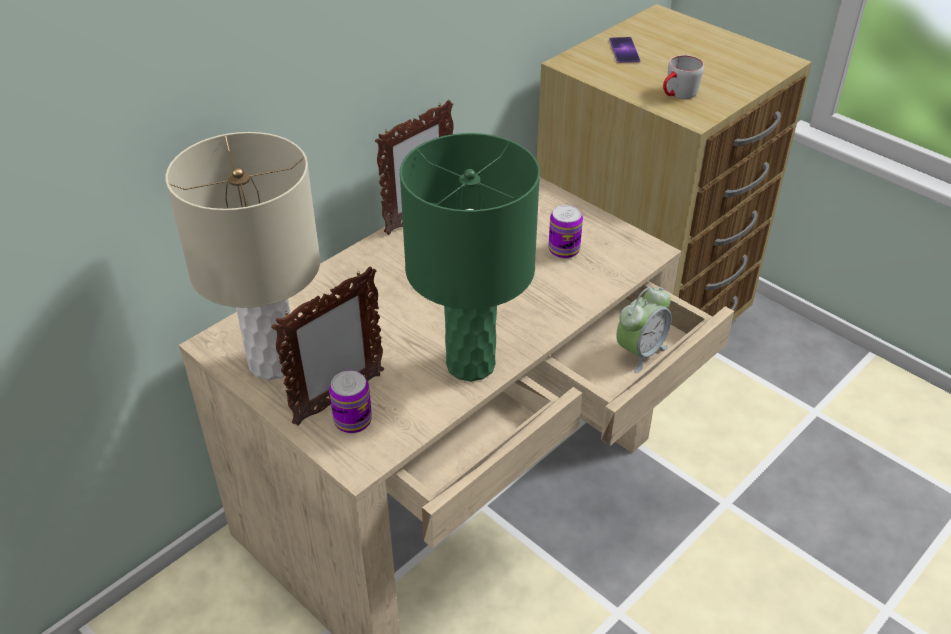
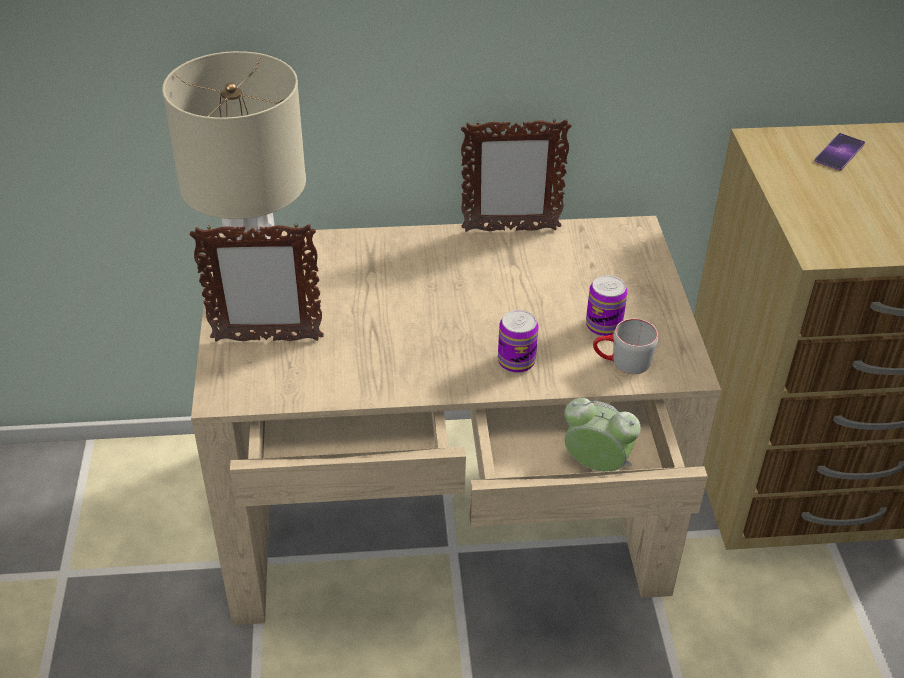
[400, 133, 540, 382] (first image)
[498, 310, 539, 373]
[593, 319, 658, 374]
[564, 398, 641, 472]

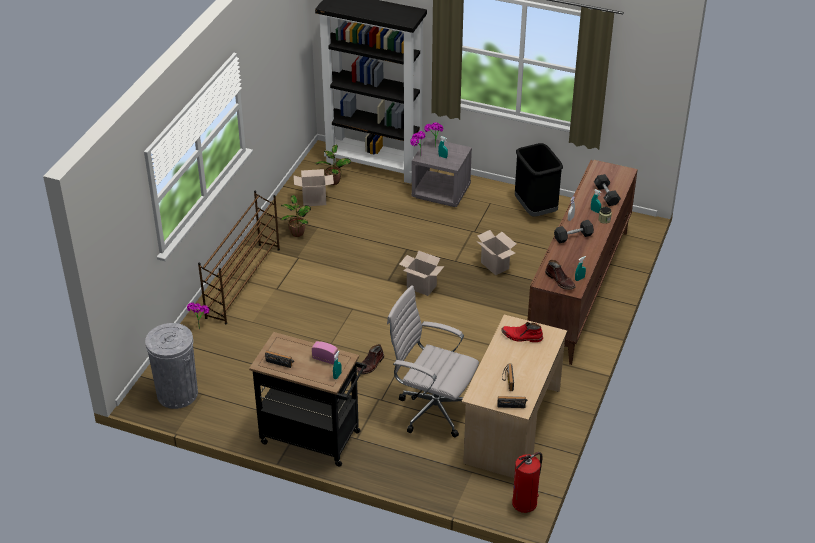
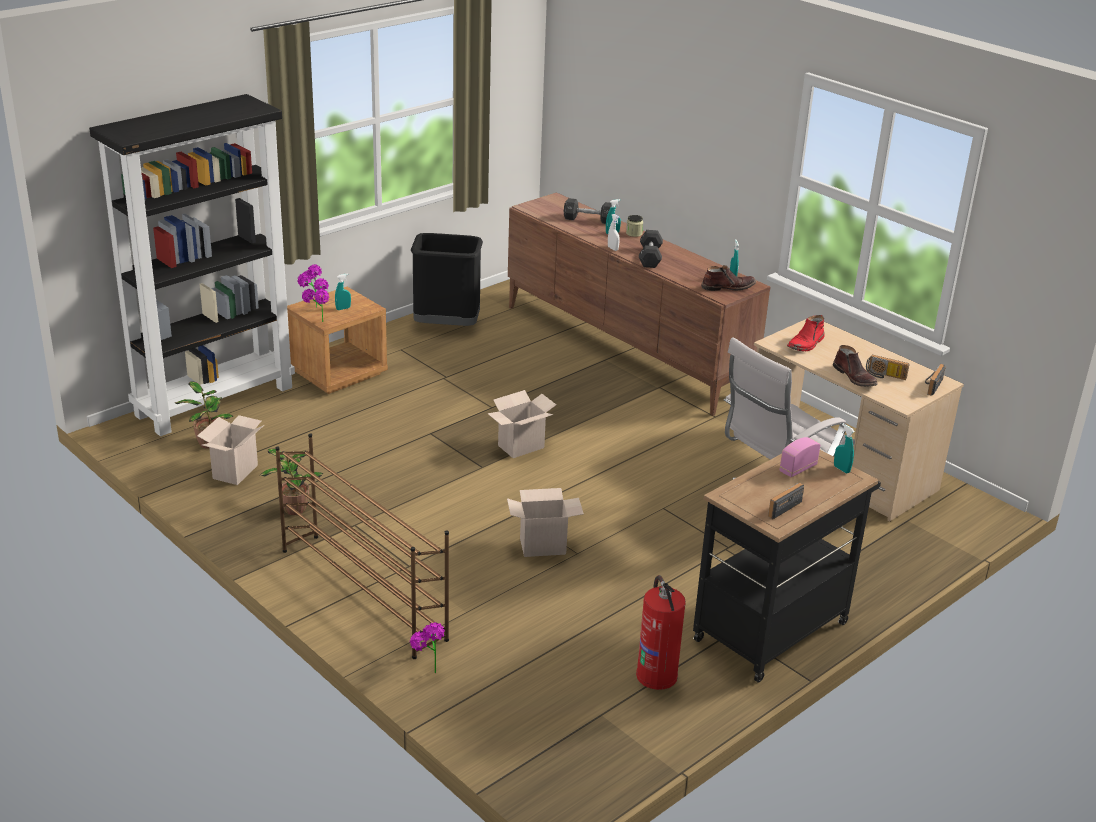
[145, 323, 198, 409] (first image)
[833, 345, 877, 387]
[507, 488, 584, 557]
[636, 575, 686, 690]
[287, 287, 388, 394]

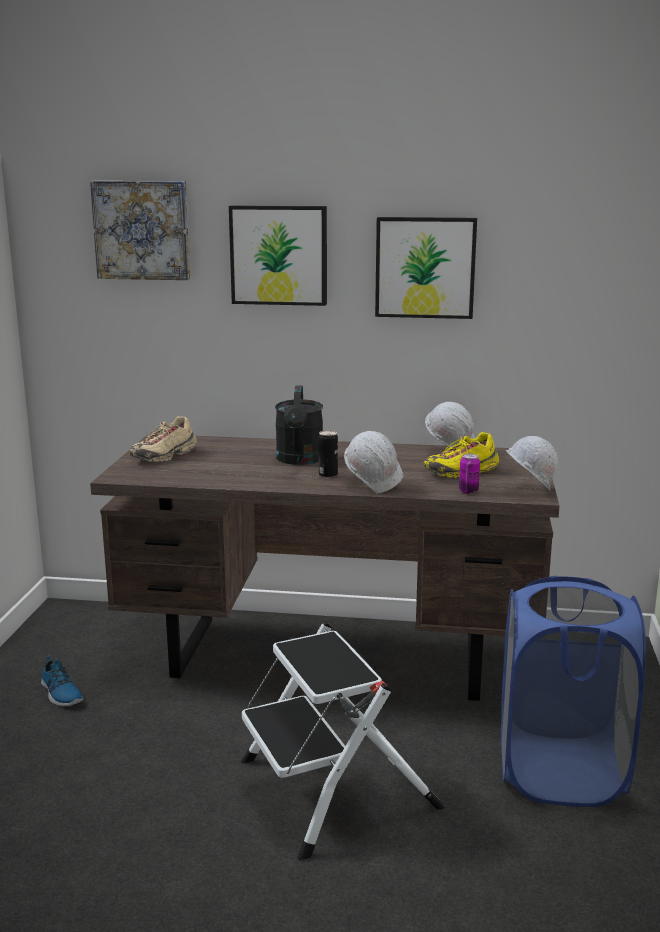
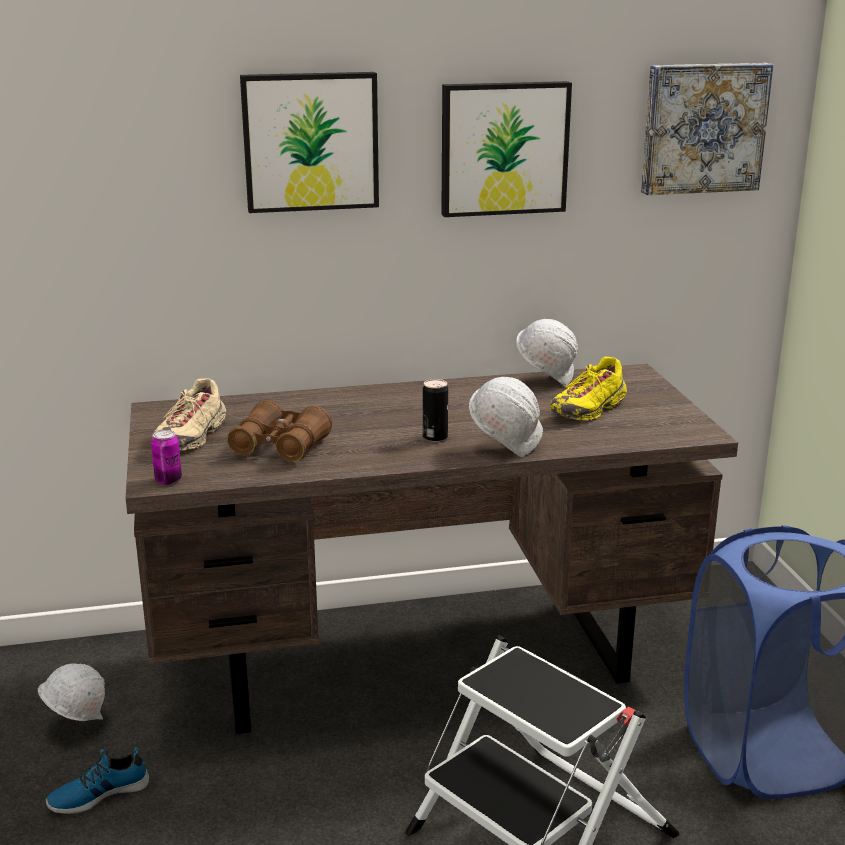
[275, 385, 323, 465] (first image)
[227, 400, 332, 462]
[641, 63, 773, 195]
[151, 430, 182, 485]
[38, 664, 105, 721]
[46, 747, 149, 814]

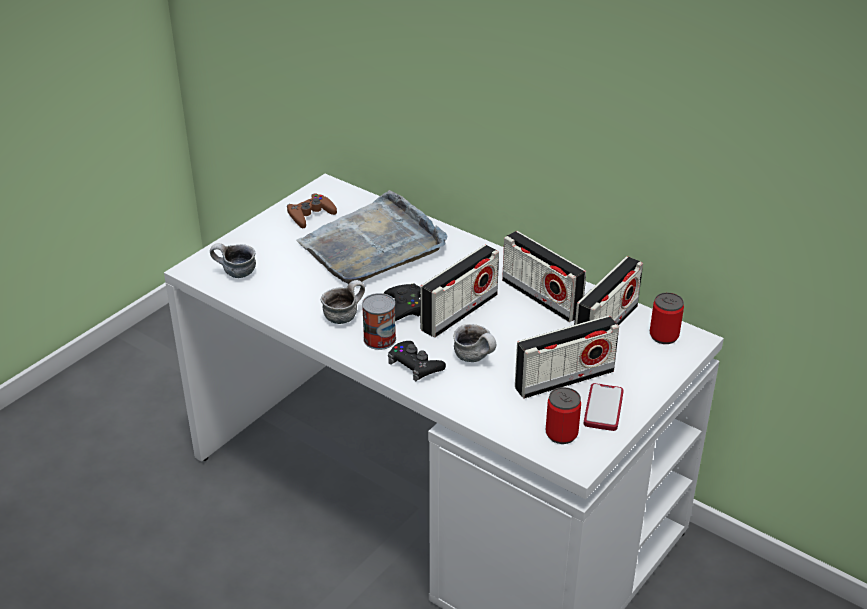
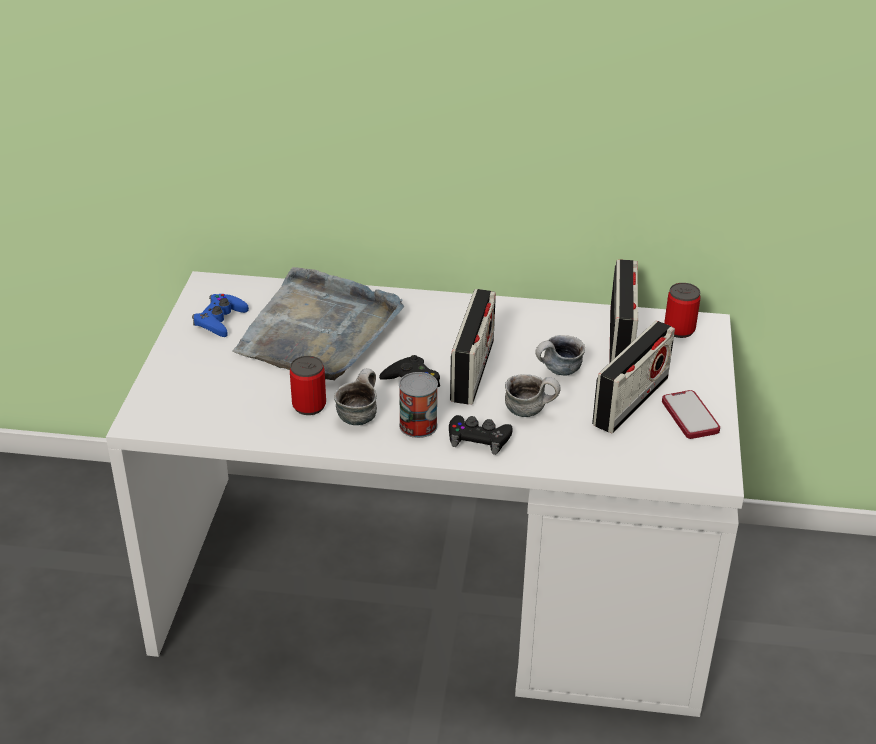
[502, 231, 586, 322] (first image)
[535, 335, 585, 375]
[290, 356, 326, 415]
[192, 294, 249, 337]

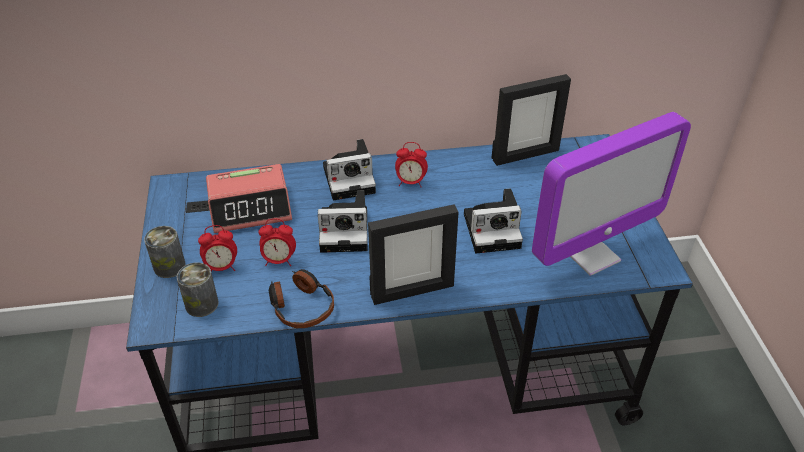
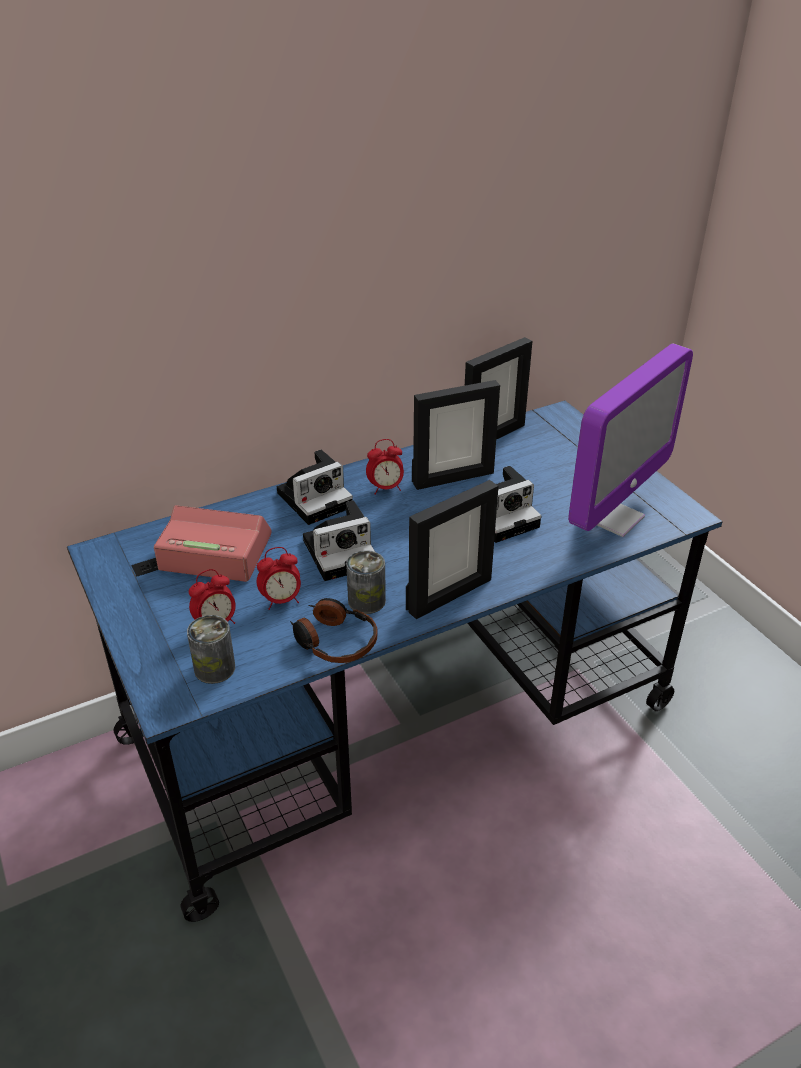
[412, 380, 500, 490]
[346, 550, 386, 614]
[154, 505, 272, 582]

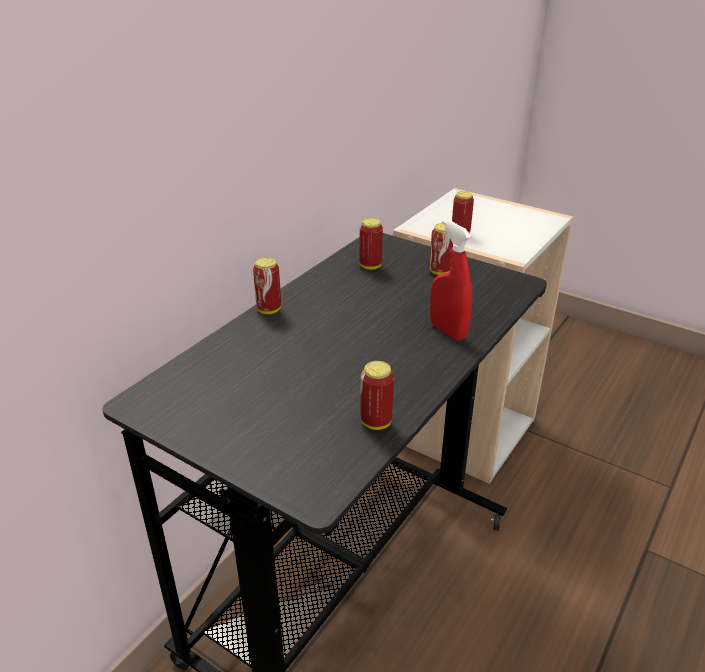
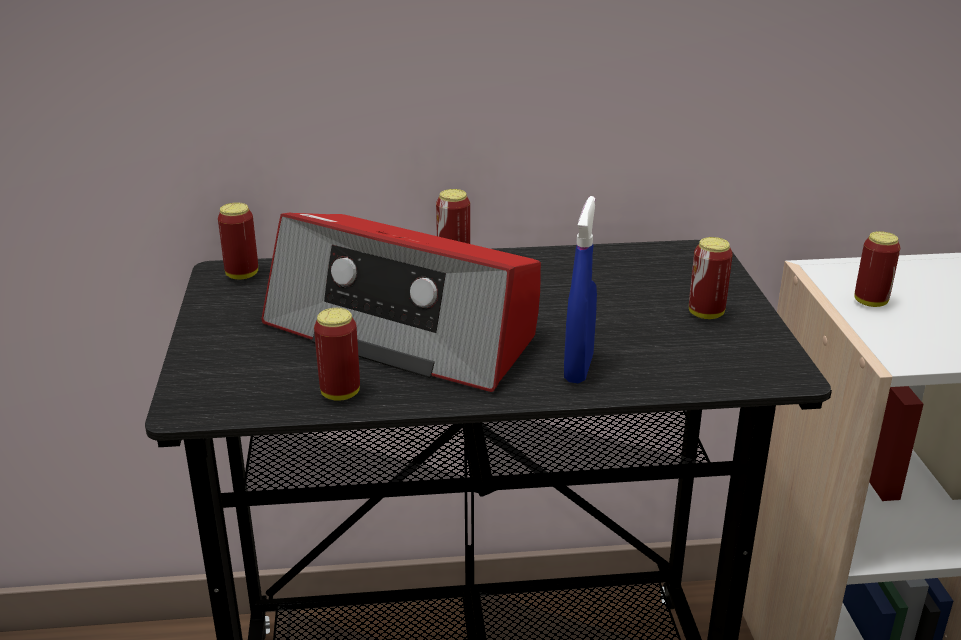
[261, 212, 541, 392]
[218, 202, 258, 279]
[564, 196, 597, 383]

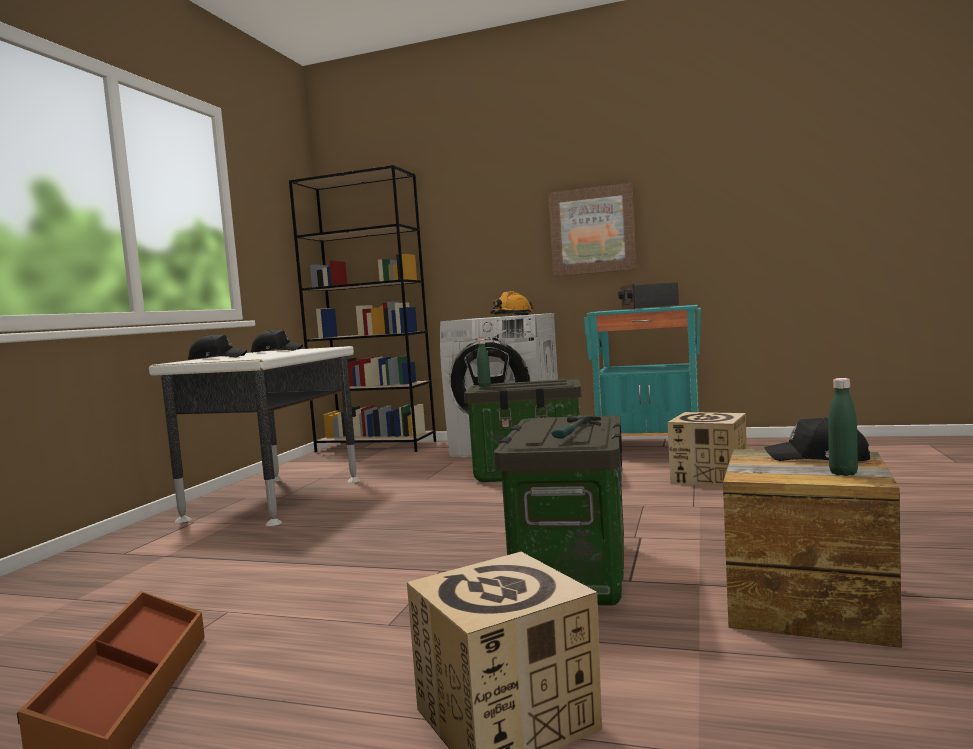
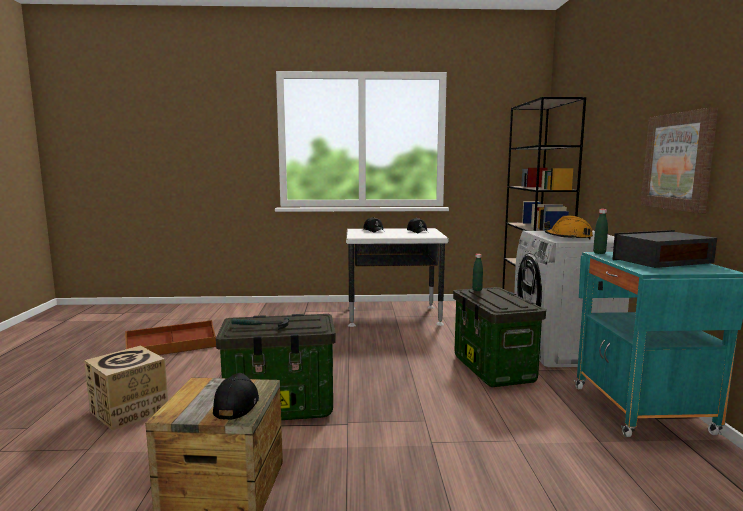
[667, 412, 747, 487] (first image)
[593, 209, 608, 254]

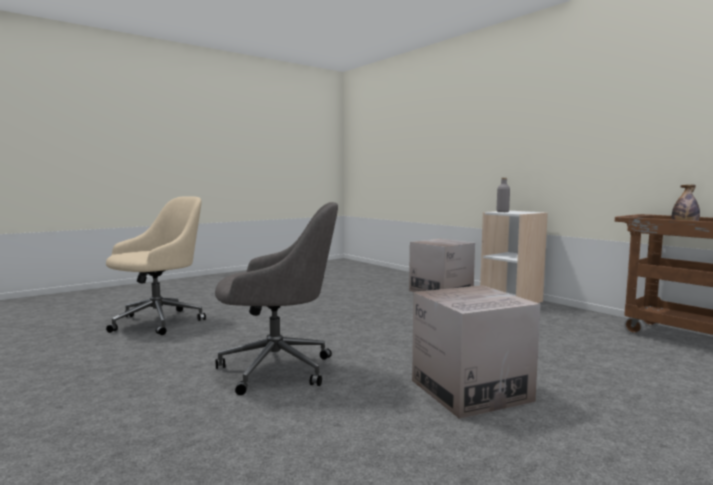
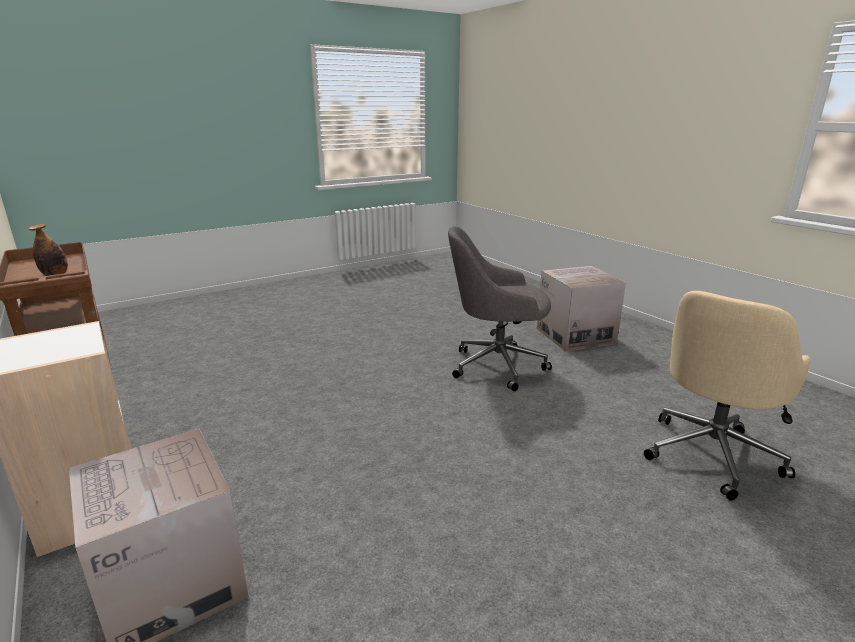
[497, 178, 510, 212] (first image)
[537, 266, 626, 352]

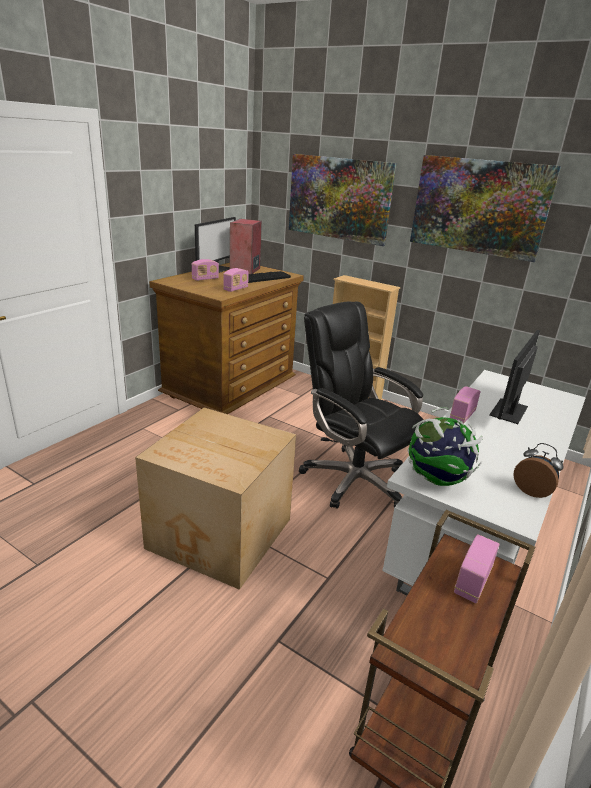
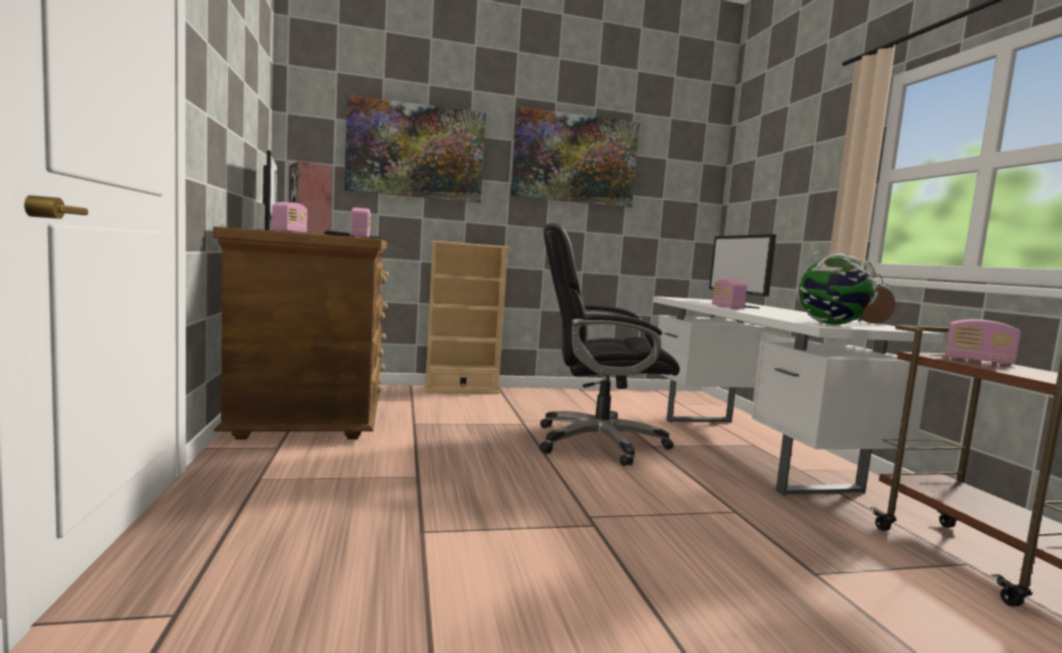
[135, 407, 296, 590] (first image)
[945, 319, 1021, 365]

